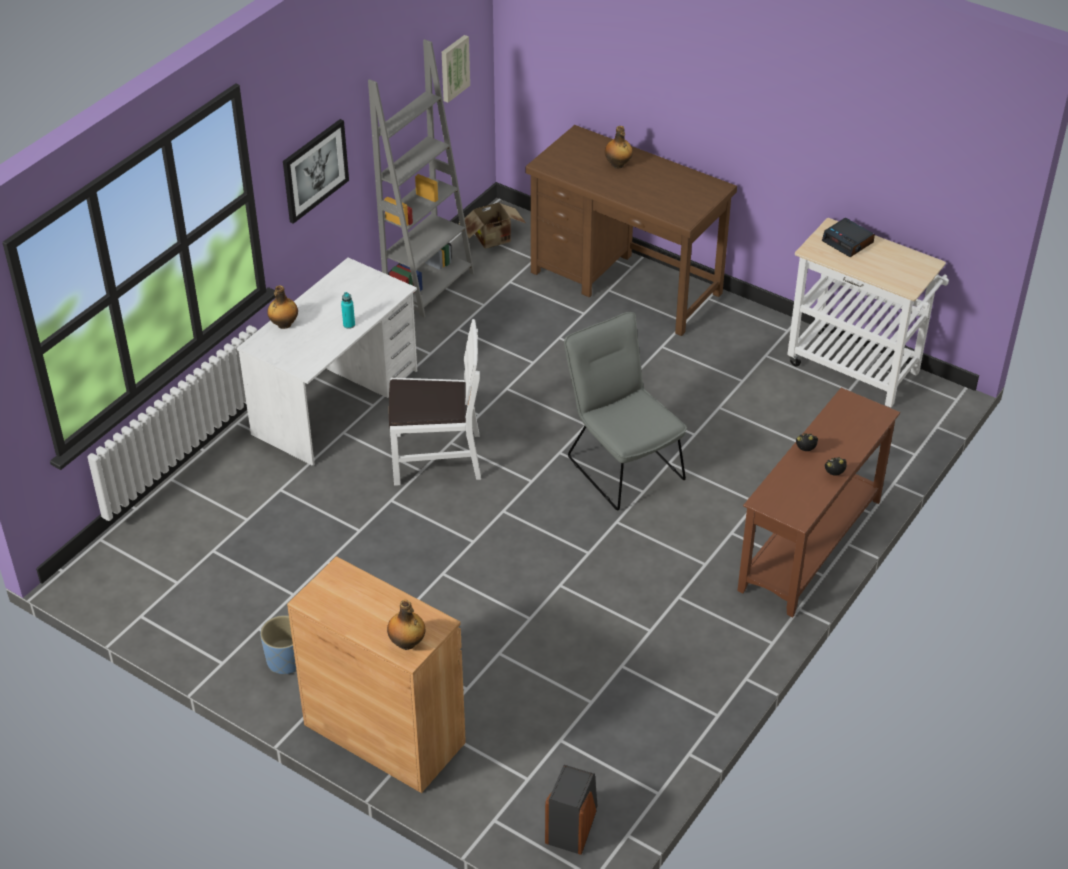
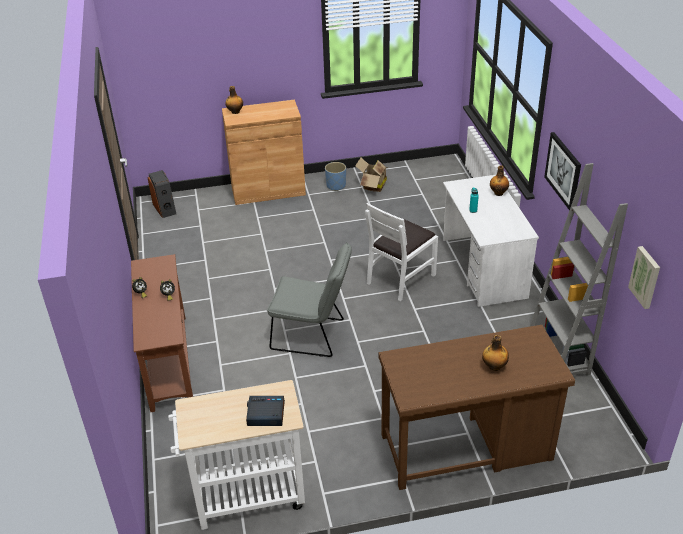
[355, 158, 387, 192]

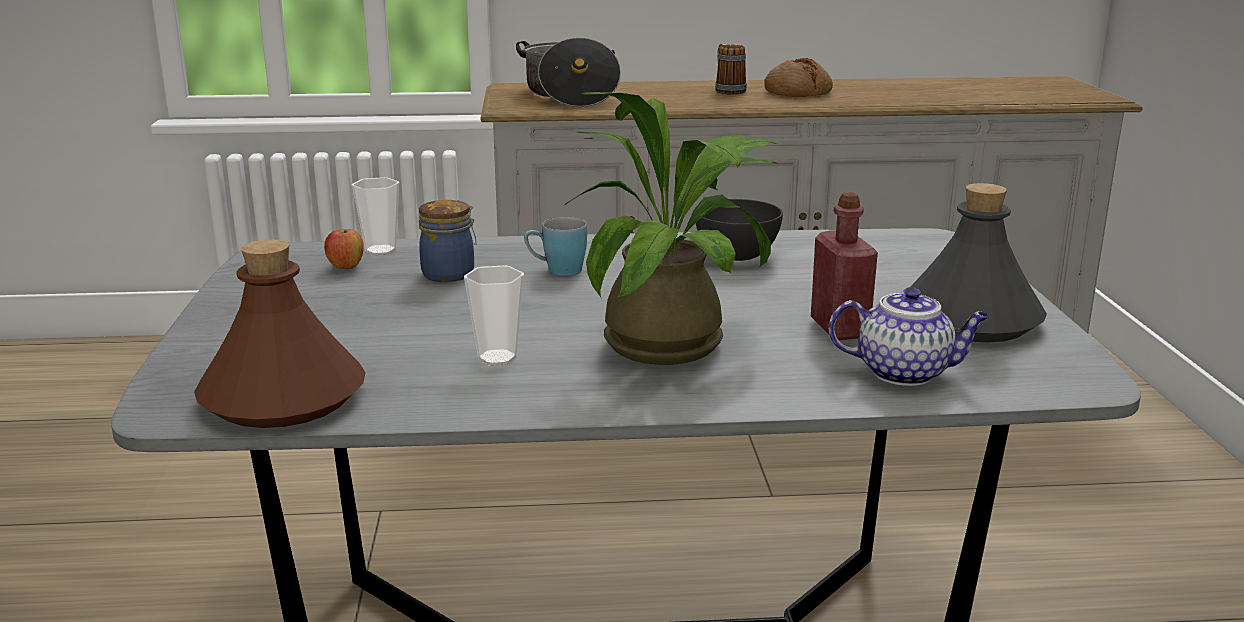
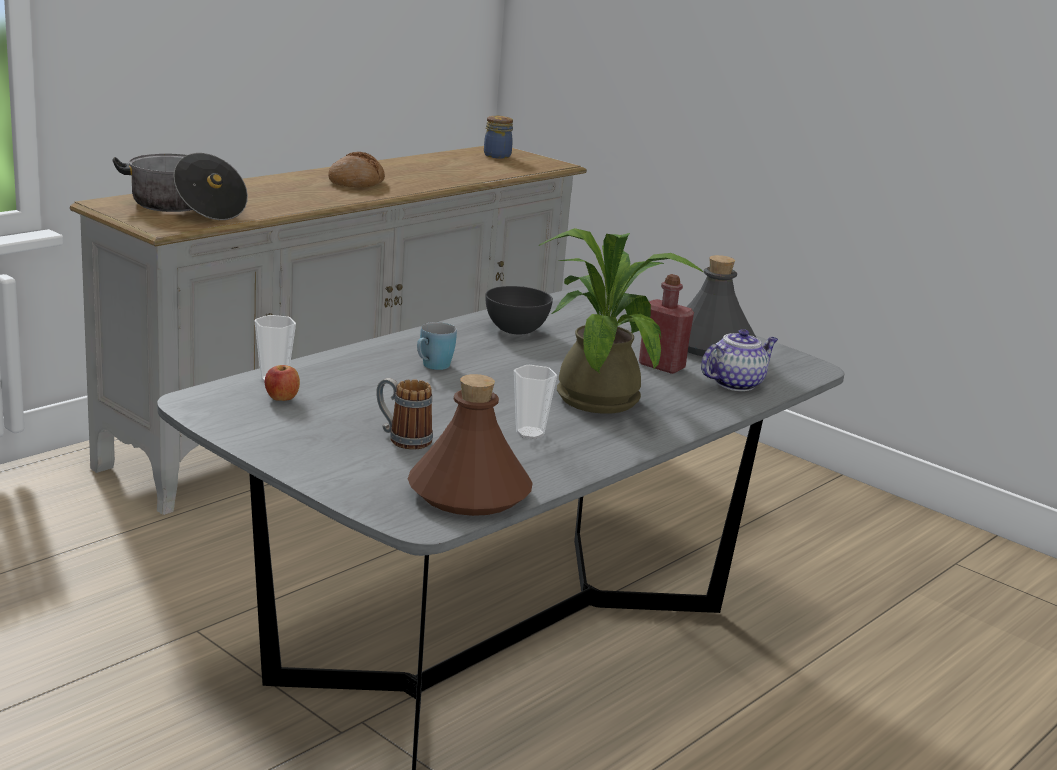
[484, 116, 513, 159]
[376, 378, 433, 449]

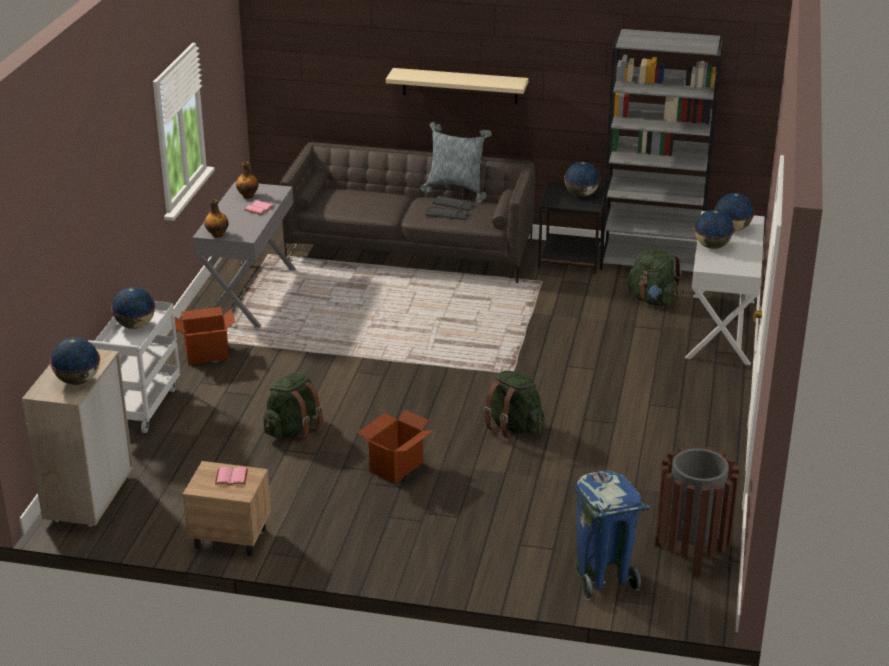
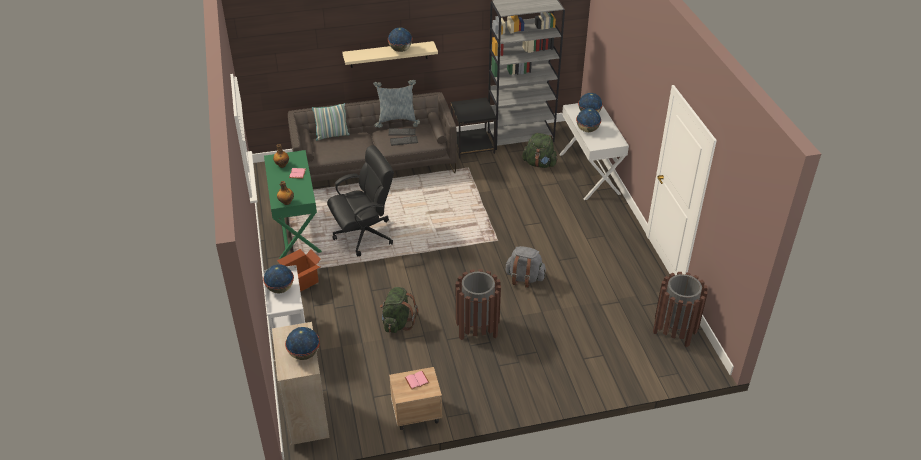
[575, 471, 651, 601] (first image)
[312, 103, 350, 140]
[327, 145, 394, 256]
[388, 28, 413, 52]
[456, 269, 501, 340]
[264, 150, 322, 259]
[505, 246, 546, 288]

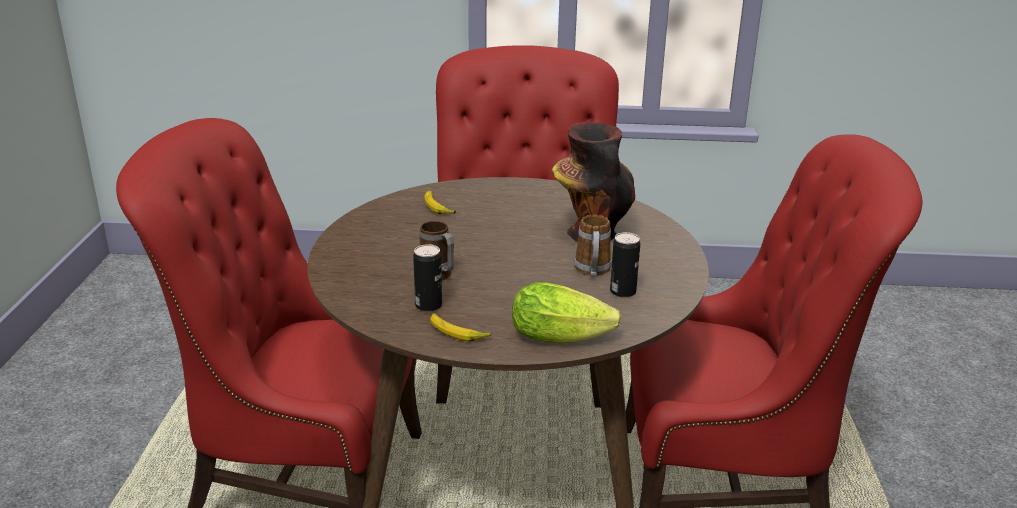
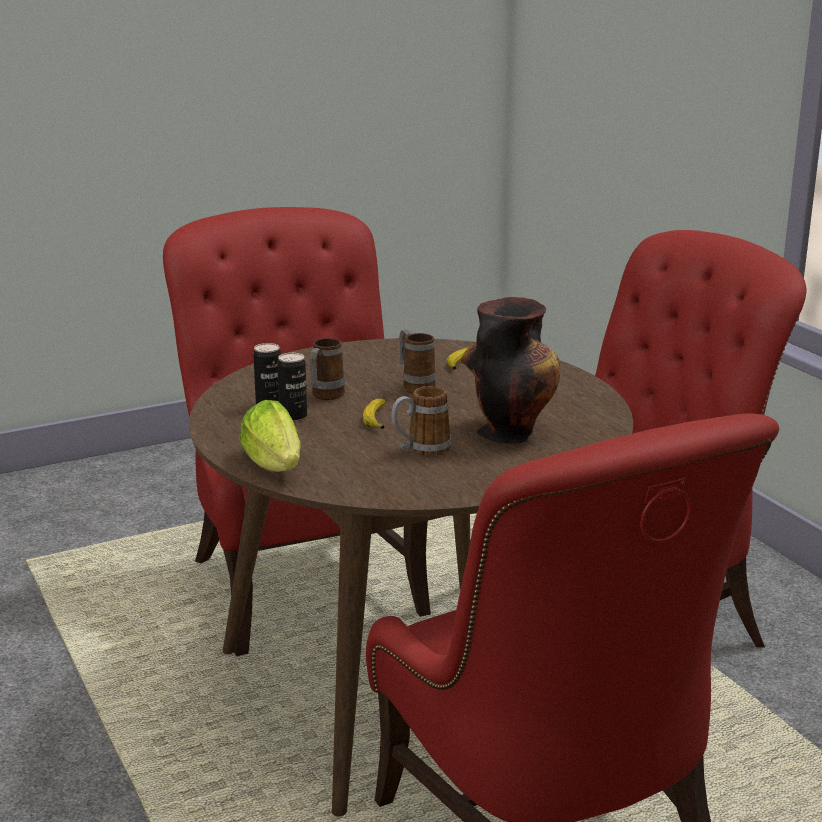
[399, 329, 436, 394]
[363, 398, 386, 429]
[278, 353, 307, 421]

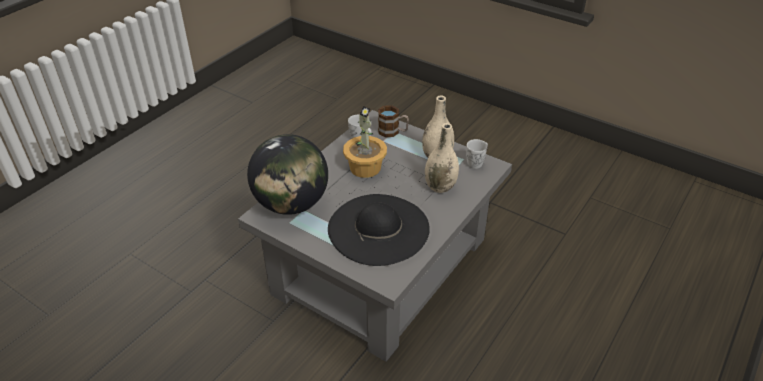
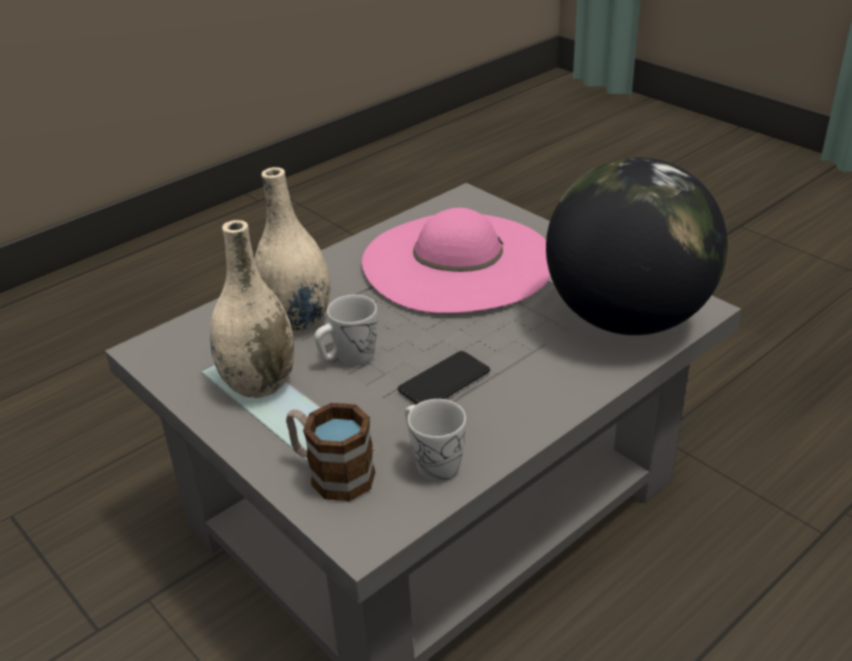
[314, 295, 377, 366]
[398, 351, 490, 404]
[362, 208, 551, 313]

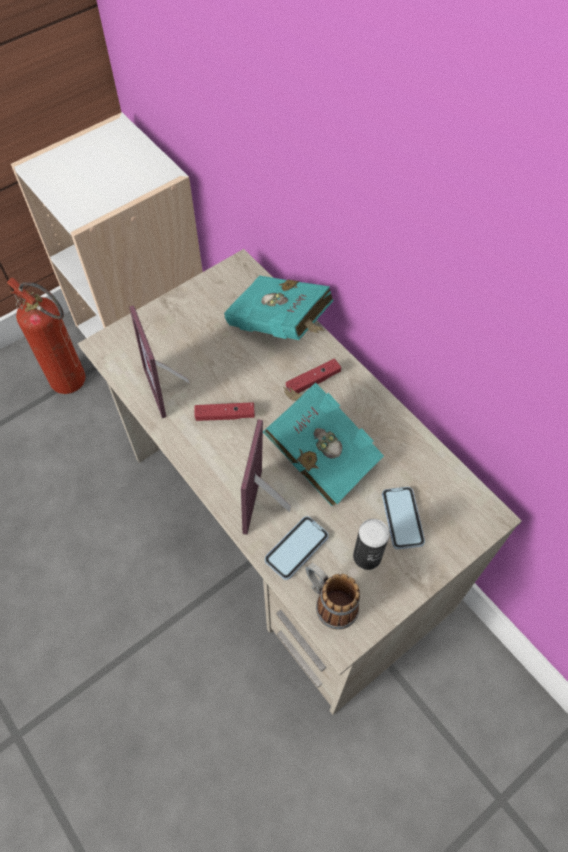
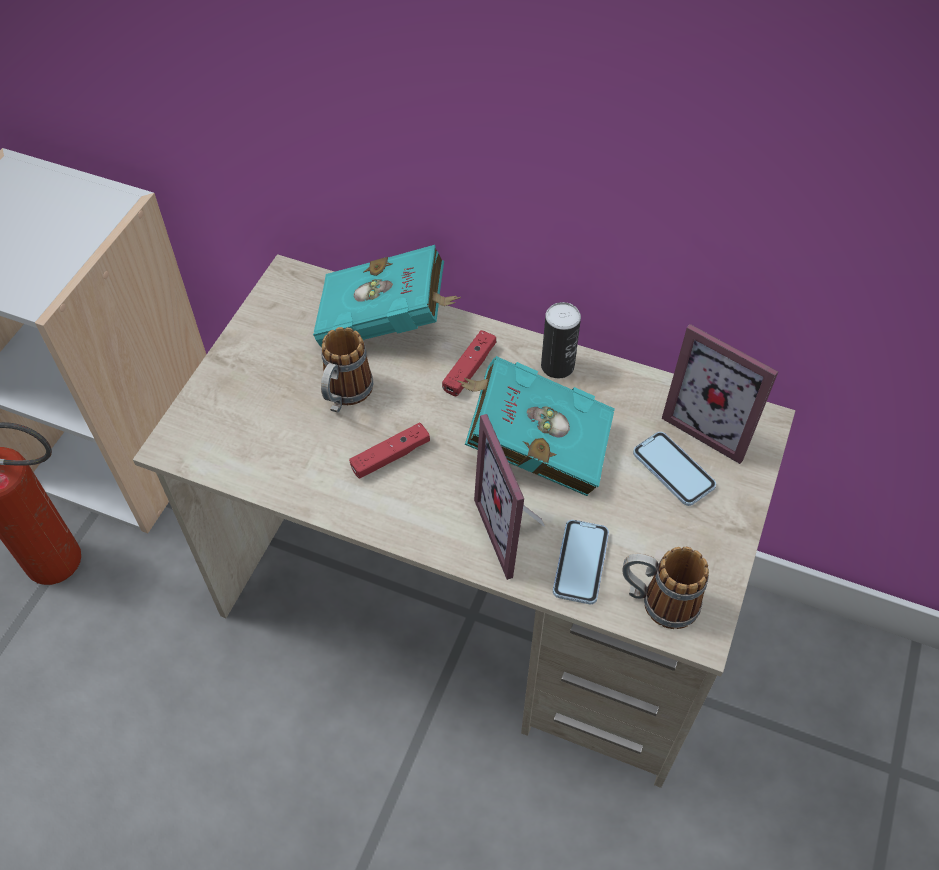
[321, 327, 373, 413]
[662, 324, 778, 464]
[541, 302, 581, 378]

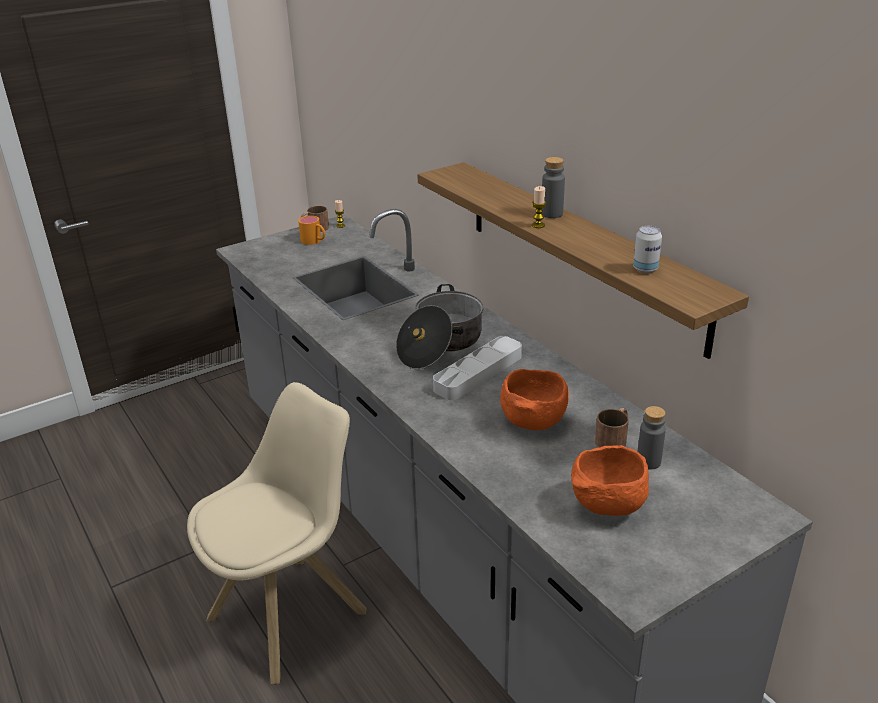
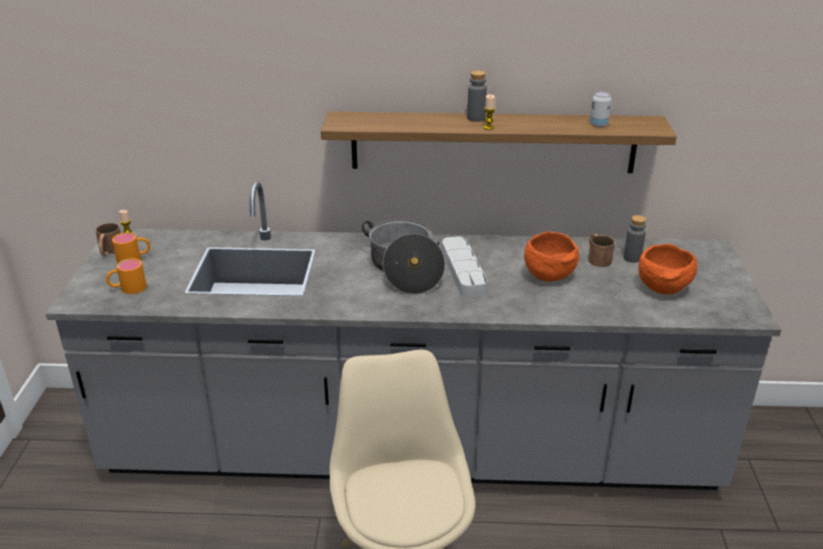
[106, 258, 147, 294]

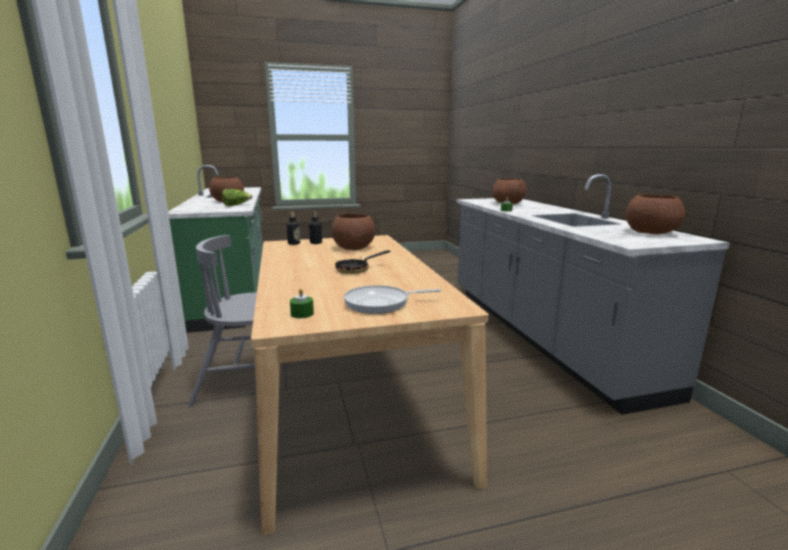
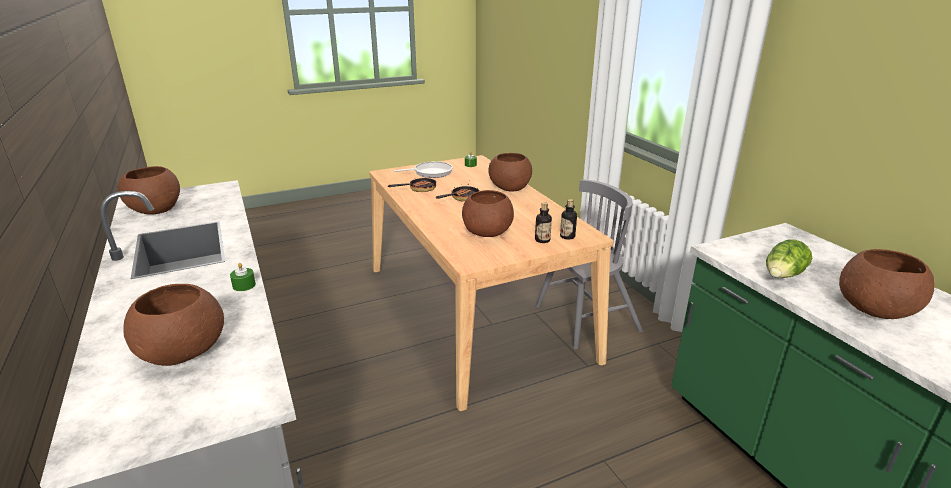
[388, 176, 436, 192]
[488, 153, 532, 192]

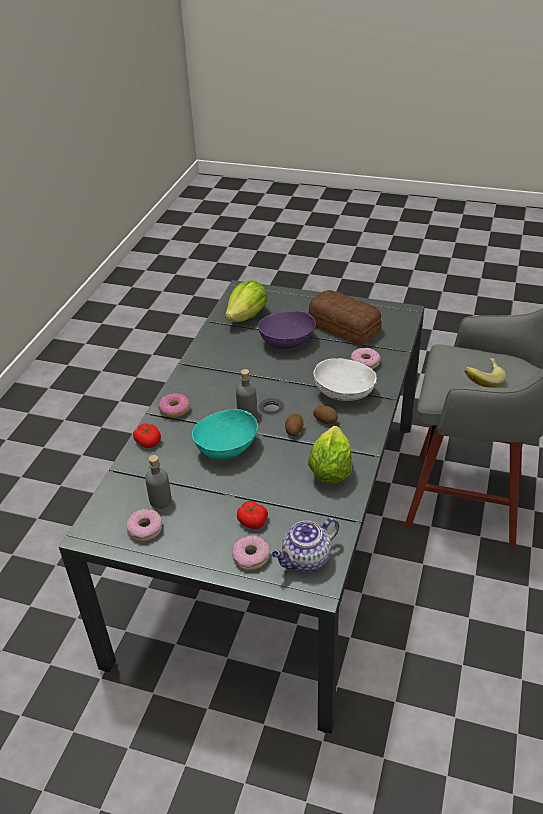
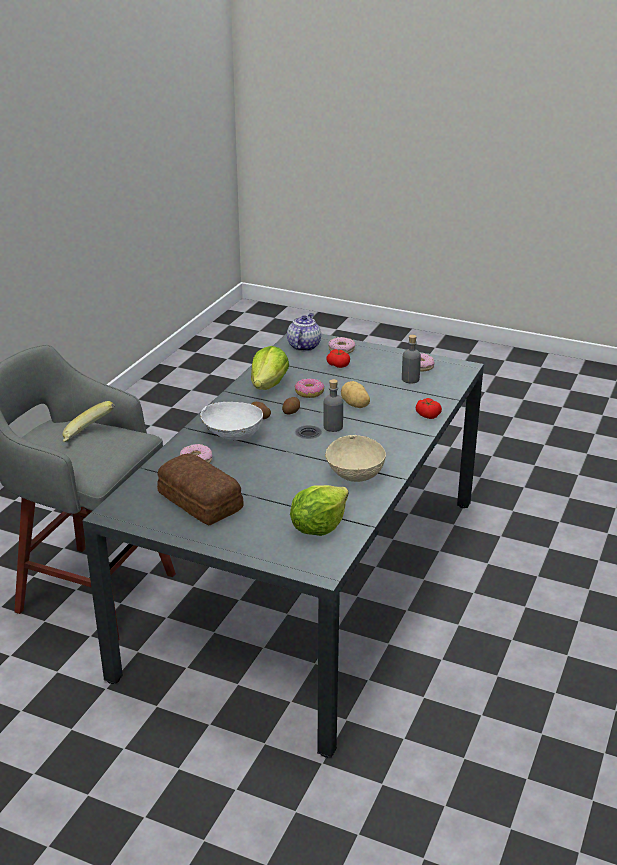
[258, 311, 316, 349] (first image)
[325, 435, 386, 482]
[295, 378, 324, 398]
[341, 381, 370, 408]
[287, 313, 321, 351]

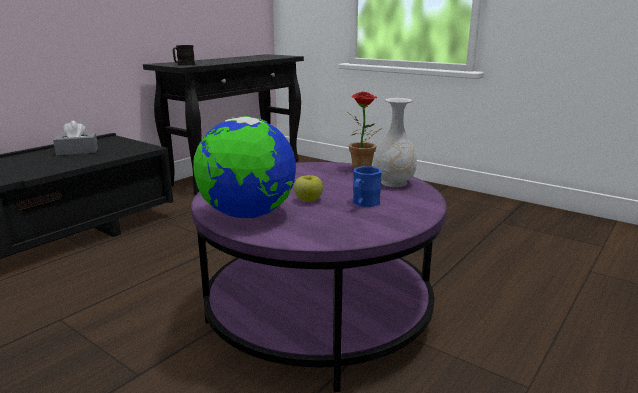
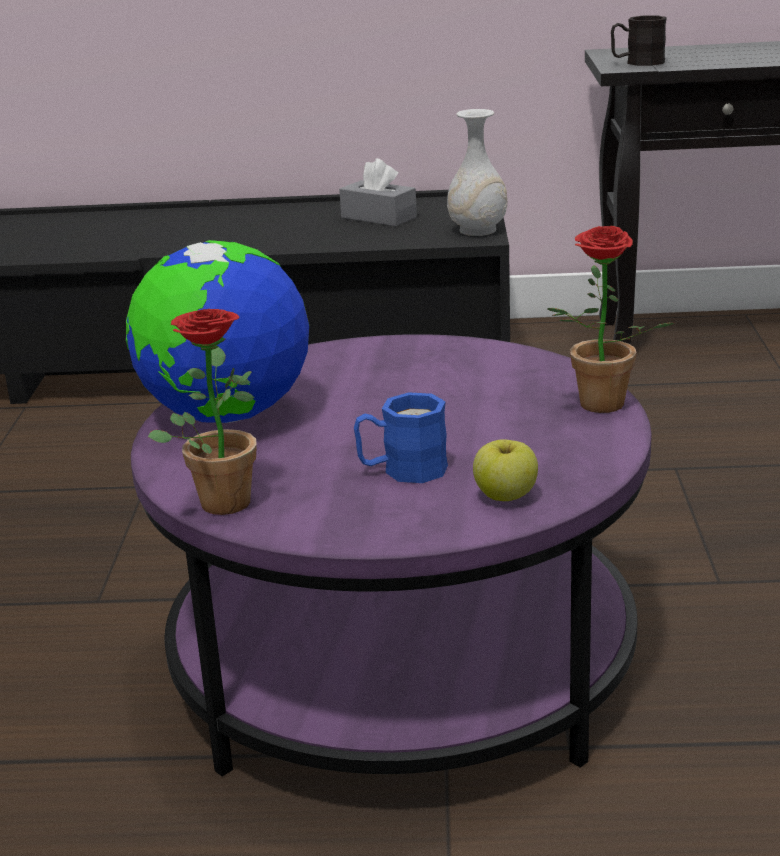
[148, 309, 257, 515]
[473, 439, 538, 501]
[447, 109, 508, 236]

